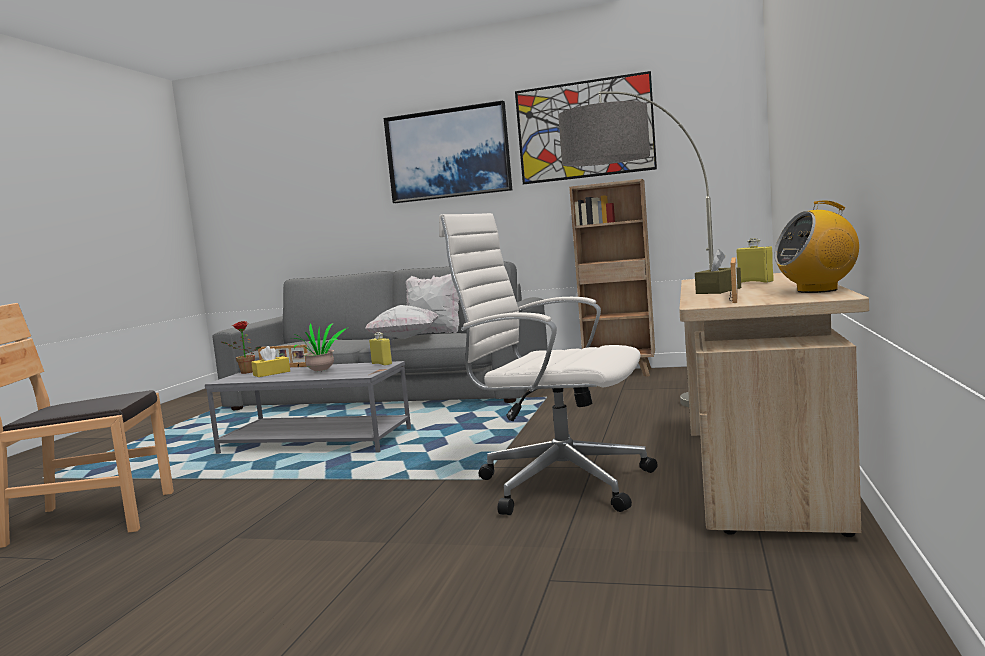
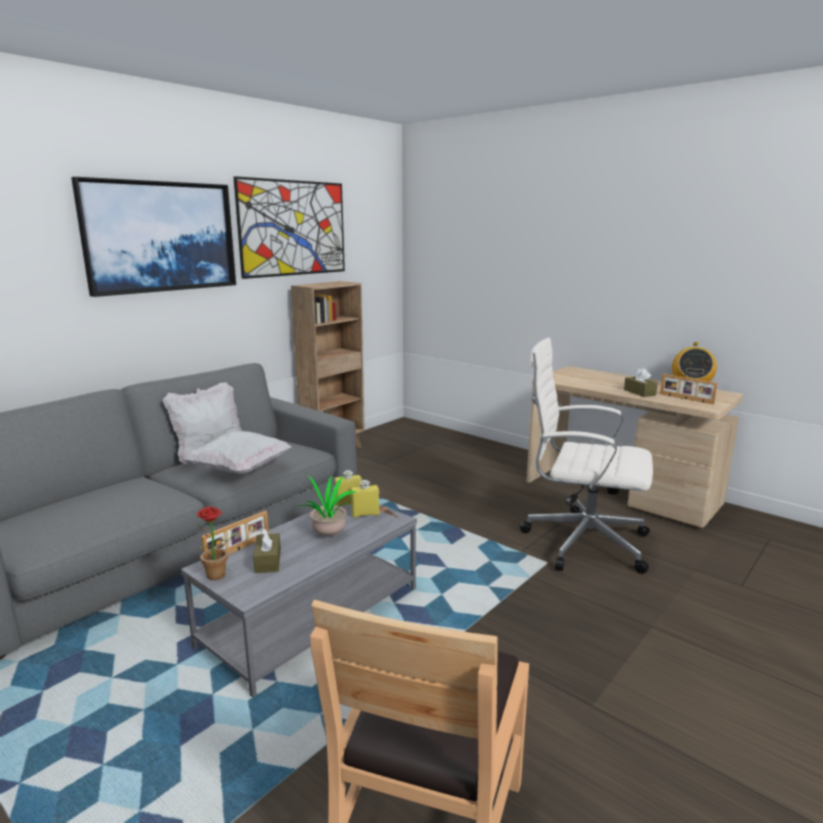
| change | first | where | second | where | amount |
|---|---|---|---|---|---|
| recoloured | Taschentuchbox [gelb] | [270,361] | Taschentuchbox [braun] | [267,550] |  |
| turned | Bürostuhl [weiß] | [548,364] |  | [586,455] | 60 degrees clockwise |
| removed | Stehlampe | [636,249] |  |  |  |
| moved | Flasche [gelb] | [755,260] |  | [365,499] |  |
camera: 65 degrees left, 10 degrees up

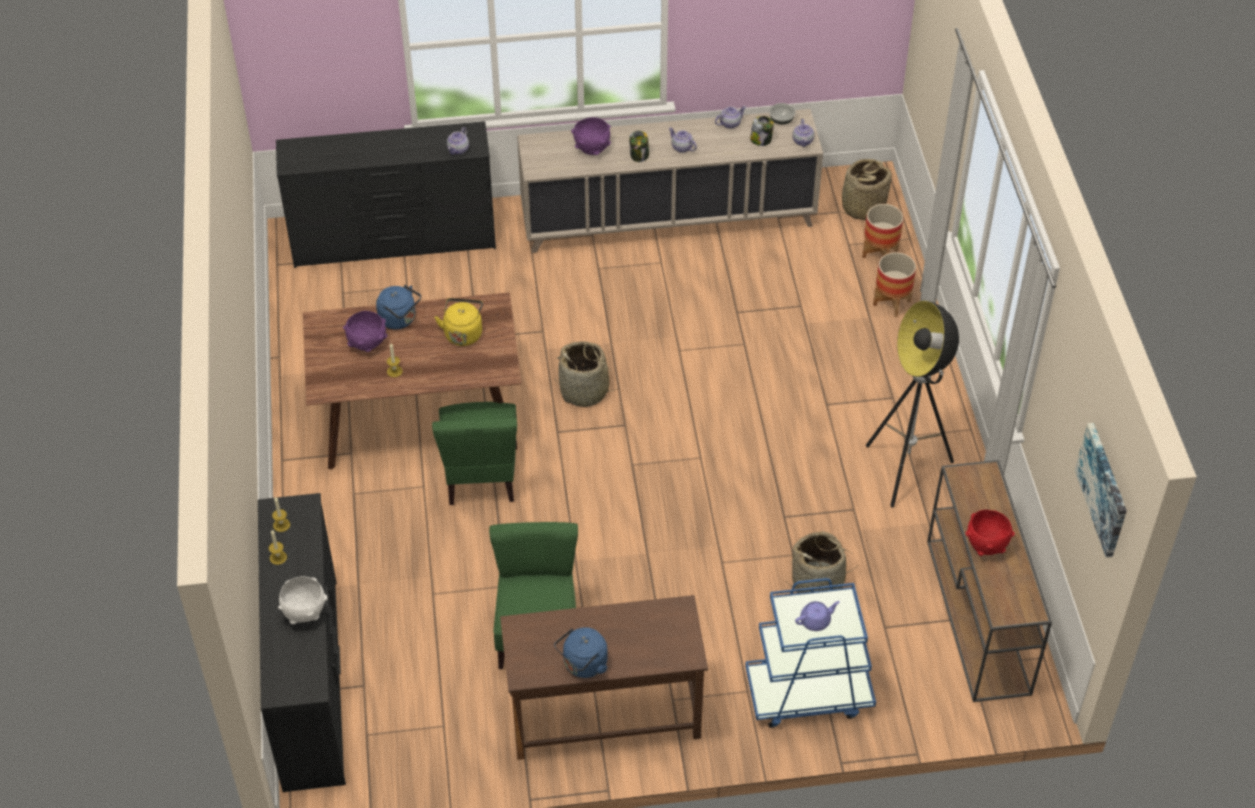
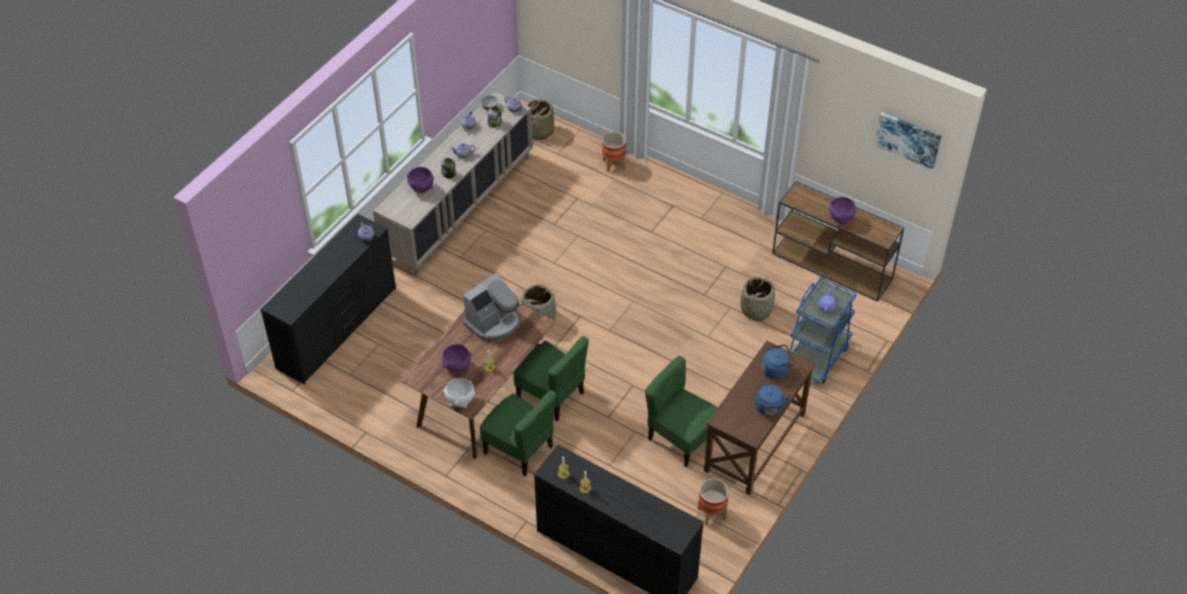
| change | first | where | second | where | amount |
|---|---|---|---|---|---|
| moved | Schüssel [weiß] | [303,600] |  | [459,393] |  |
| moved | Wasserkessel [blau] | [398,307] |  | [778,362] |  |
| replaced | Wasserkessel [gelb] | [458,322] | Kaffeemaschine | [492,307] |  |
| moved | Pflanzkübel | [883,231] |  | [713,502] |  |
| removed | Stehlampe | [912,404] |  |  |  |
| recoloured | Schüssel [rot] | [990,533] | Schüssel [lila] | [842,210] |  |
| added |  |  | Stuhl [grün] | [518,433] |  |
camera: 50 degrees left, 0 degrees up

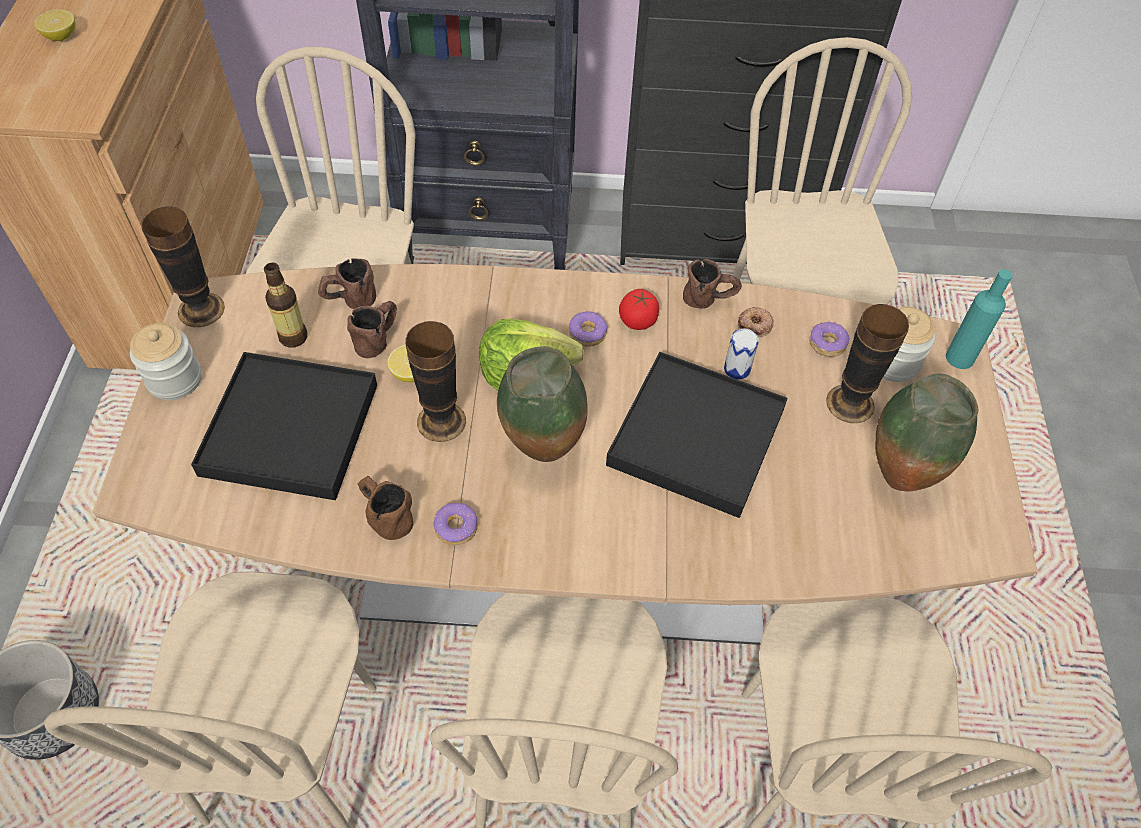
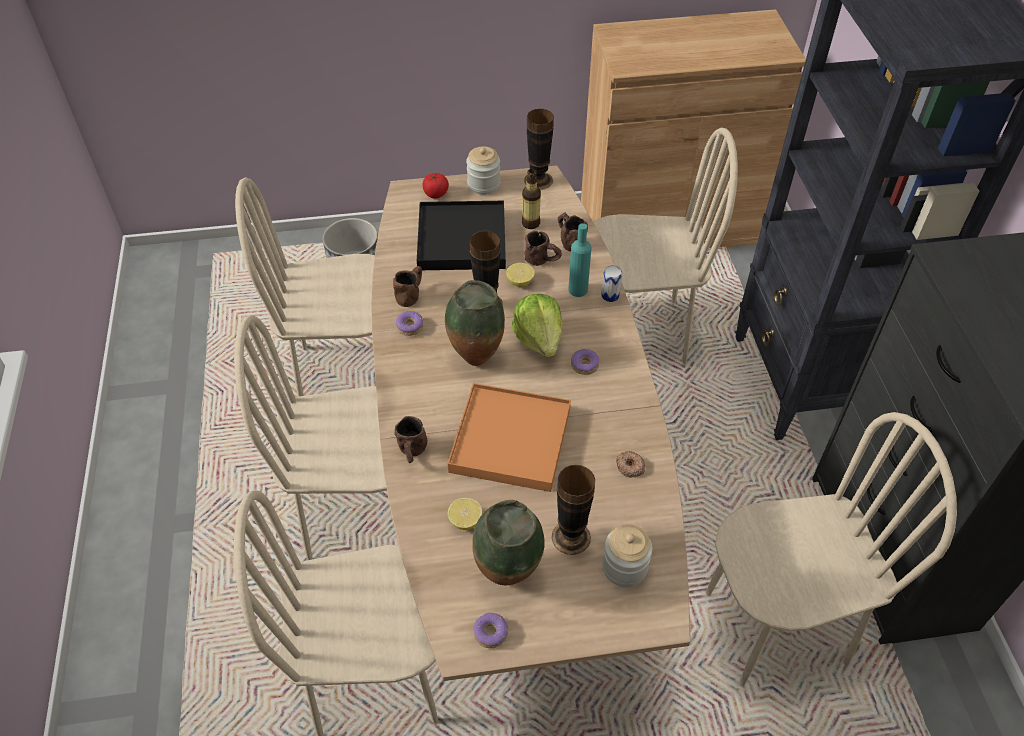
| change | first | where | second | where | amount |
|---|---|---|---|---|---|
| moved | Zitrone | [55,25] |  | [465,514] |  |
| recoloured | Tablett [schwarz] | [697,435] | Tablett [orange] | [509,437] |  |
| moved | Tomate | [639,309] |  | [435,185] |  |
| moved | Henkelbecher [braun] | [712,284] |  | [410,439] |  |
| moved | Dose | [741,354] |  | [611,284] |  |
| moved | Donut | [829,339] |  | [491,630] |  |
| moved | Flasche [türkis] | [979,319] |  | [580,260] |  |
camera: 80 degrees right, 5 degrees down

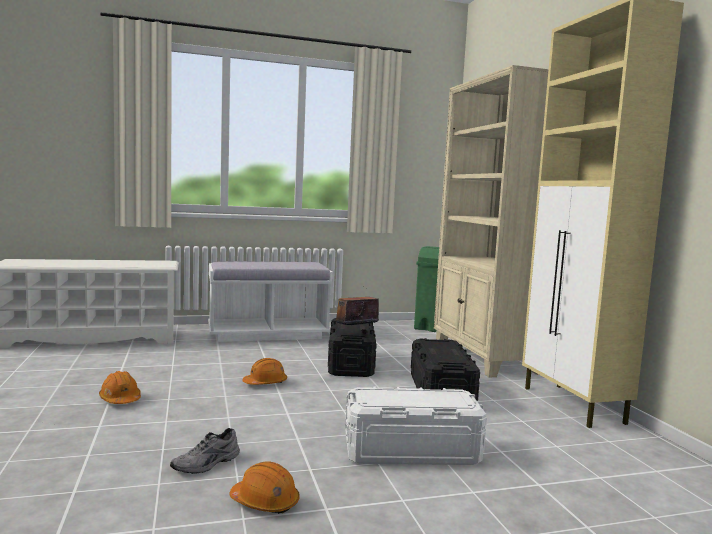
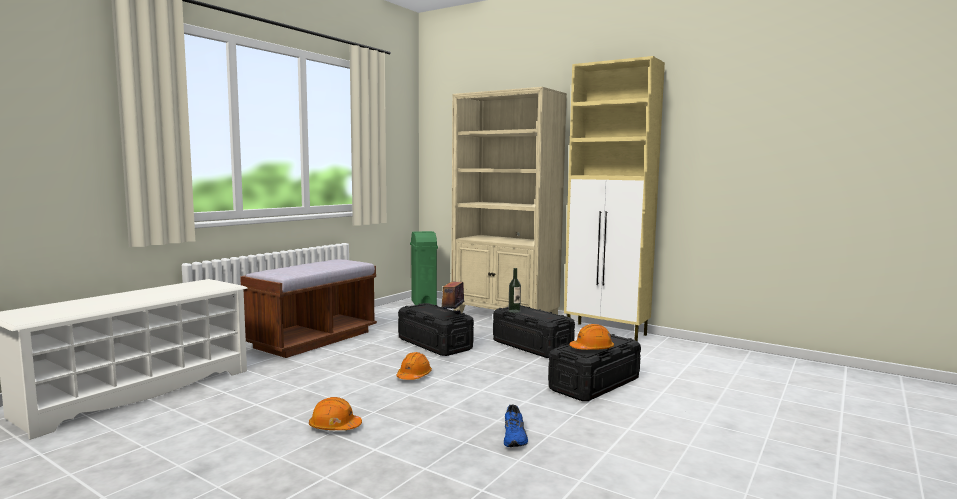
| change | first | where | second | where | amount |
|---|---|---|---|---|---|
| recoloured | Schuh [grau] | [205,451] | Schuh [blau] | [516,426] |  |
| recoloured | Bank [weiß] | [270,301] | Bank [braun] | [308,308] |  |
| moved | Schutzhelm [orange] | [265,487] |  | [592,337] |  |
| recoloured | Aufbewahrungsbox [weiß] | [416,426] | Aufbewahrungsbox [schwarz] | [594,367] |  |
| added |  |  | Flasche | [515,290] |  |
camera: 40 degrees left, 0 degrees up

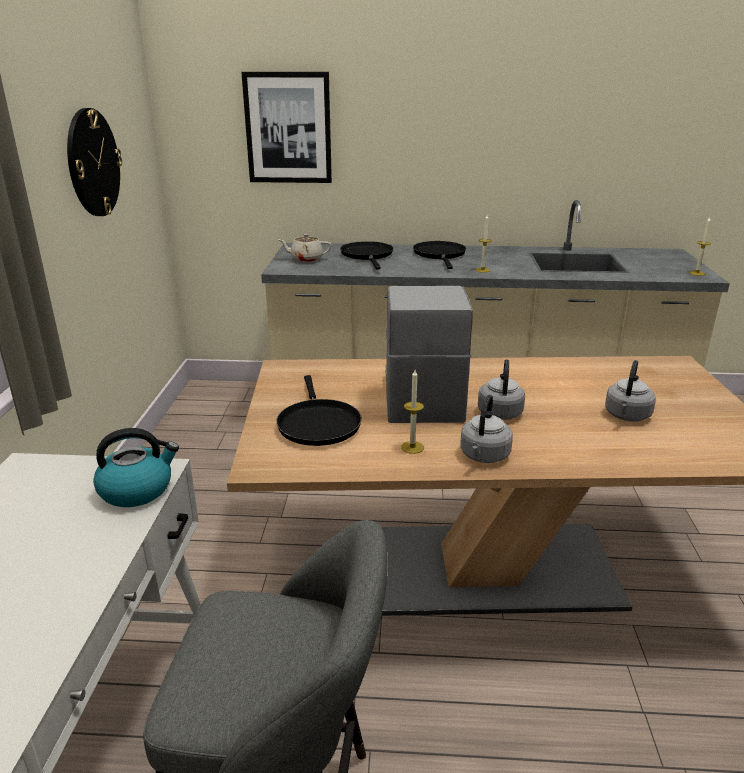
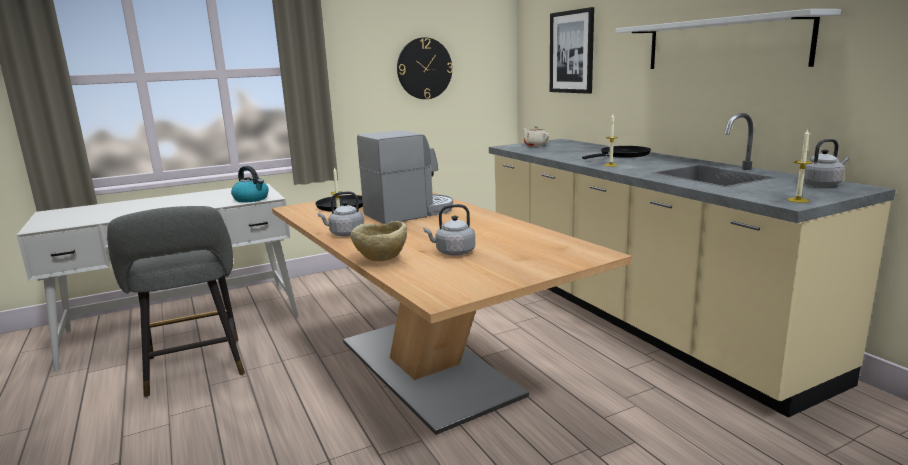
| change | first | where | second | where | amount |
|---|---|---|---|---|---|
| removed | Pfanne [schwarz] | [366,255] |  |  |  |
| moved | Wasserkessel [grau] | [501,389] |  | [826,163] |  |
| added |  |  | Schüssel [beige] | [378,241] |  |
| added |  |  | Wandregal [weiß] | [728,39] |  |
camera: 60 degrees right, 10 degrees down

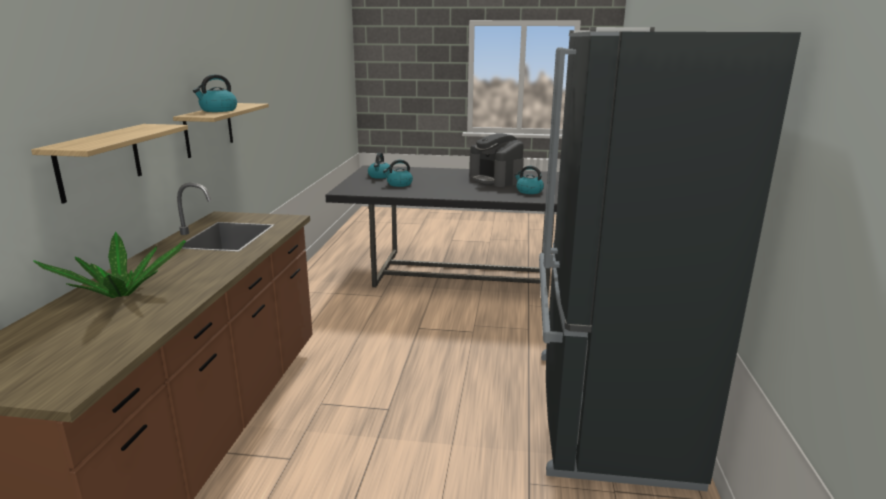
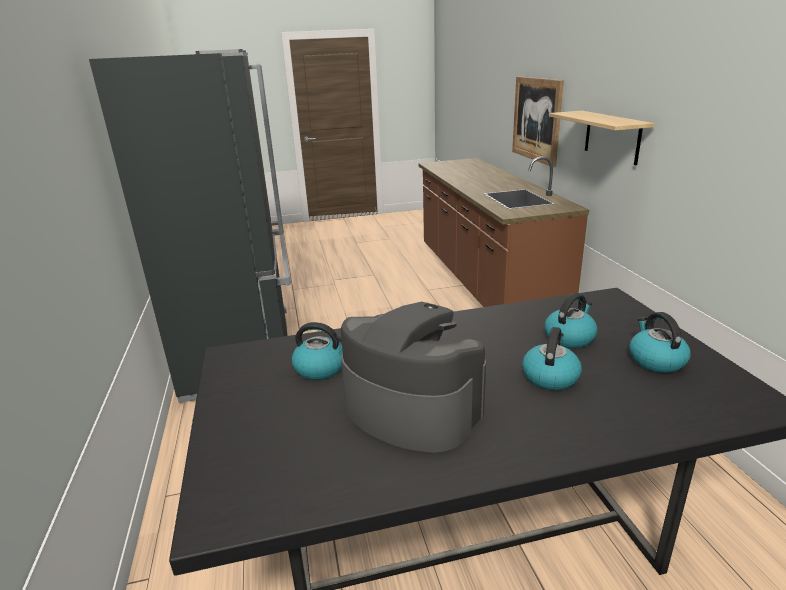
| change | first | where | second | where | amount |
|---|---|---|---|---|---|
| replaced | Wandregal | [109,164] | Bild | [538,121] |  |
| removed | Topfpflanze | [109,264] |  |  |  |
| moved | Wasserkessel | [215,93] |  | [552,358] |  |
camera: 160 degrees right, 5 degrees up

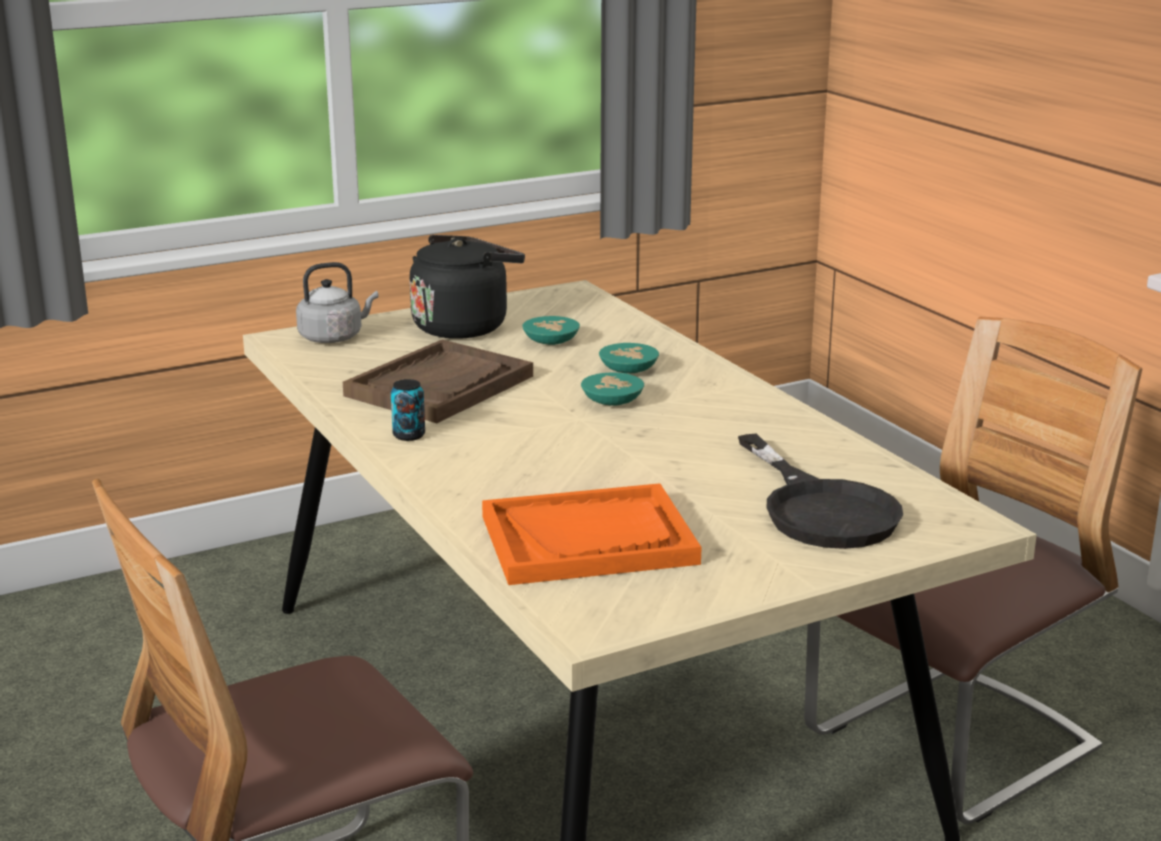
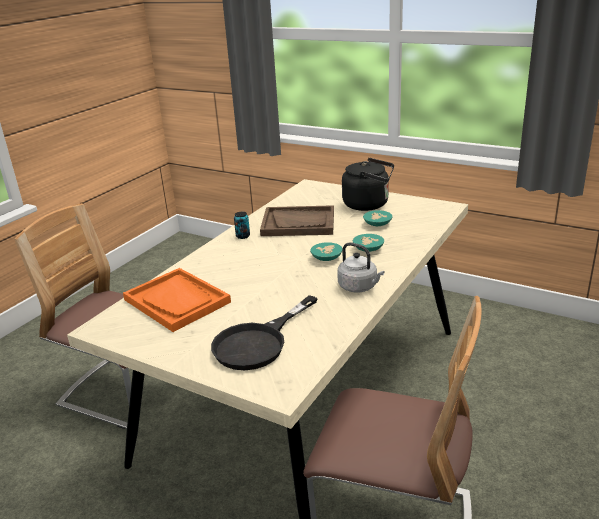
| change | first | where | second | where | amount |
|---|---|---|---|---|---|
| moved | Wasserkessel [grau] | [337,302] |  | [360,267] |  |
camera: 60 degrees right, 5 degrees up

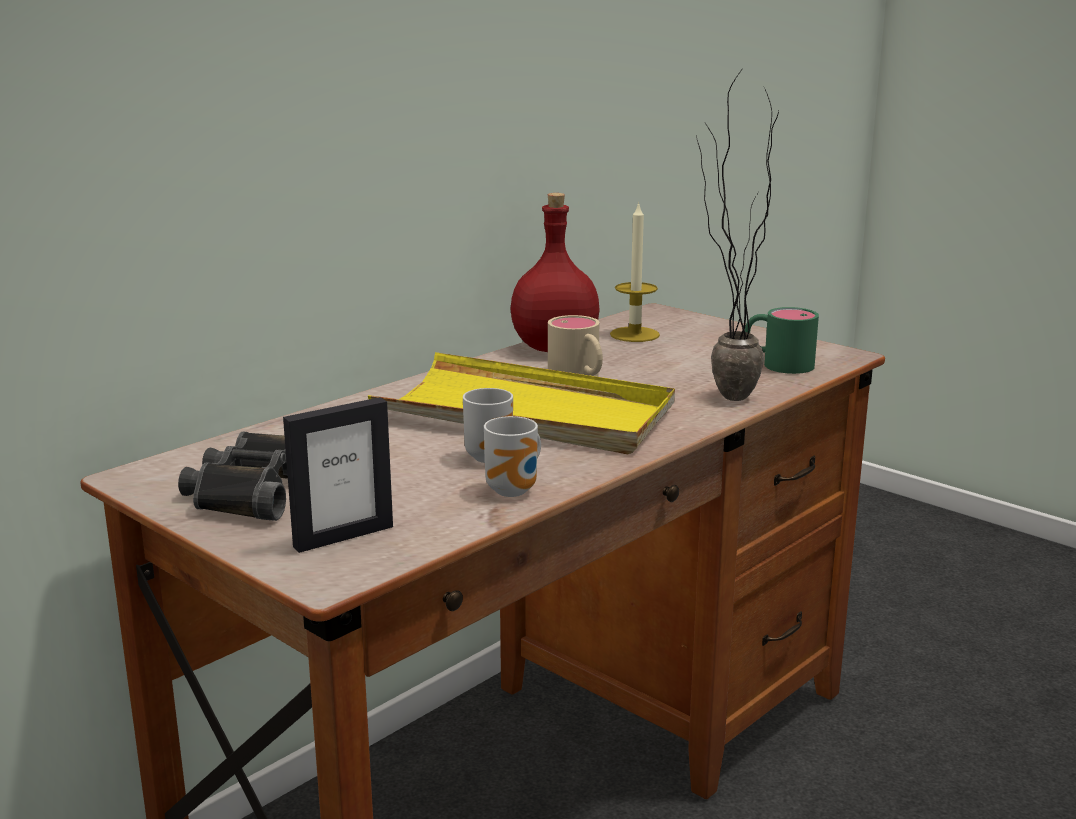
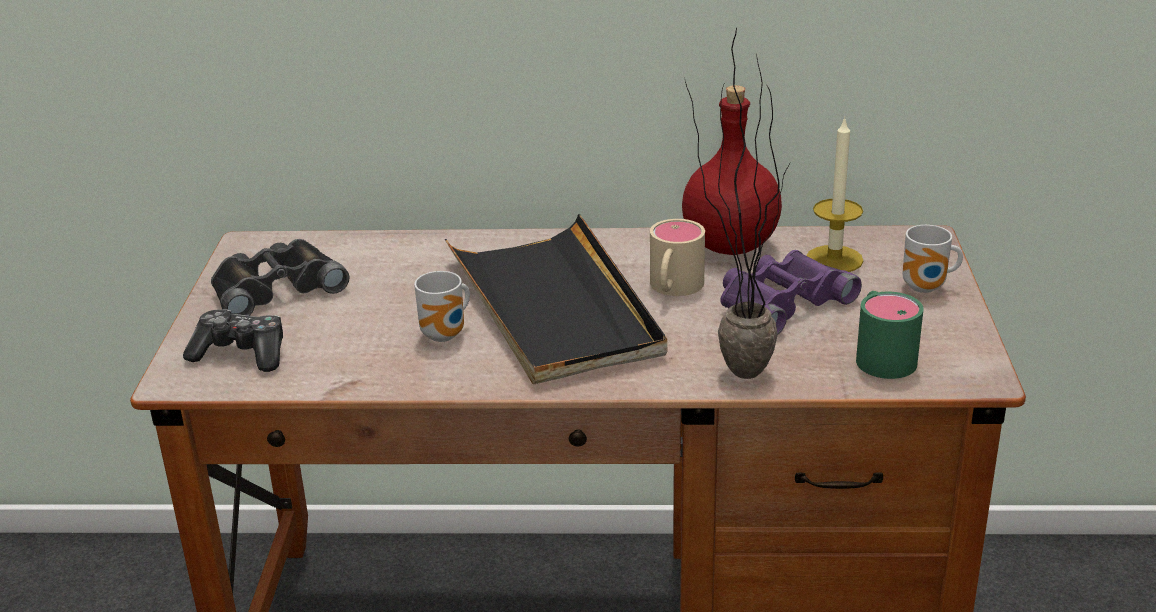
| change | first | where | second | where | amount |
|---|---|---|---|---|---|
| replaced | Bilderrahmen | [338,475] | Gamepad | [233,341] |  |
| recoloured | Tablett [gelb] | [521,403] | Tablett [schwarz] | [556,299] |  |
| moved | Henkelbecher | [512,456] |  | [933,259] |  |
| added |  |  | Fernglas [lila] | [791,292] |  |
camera: 50 degrees right, 10 degrees up

